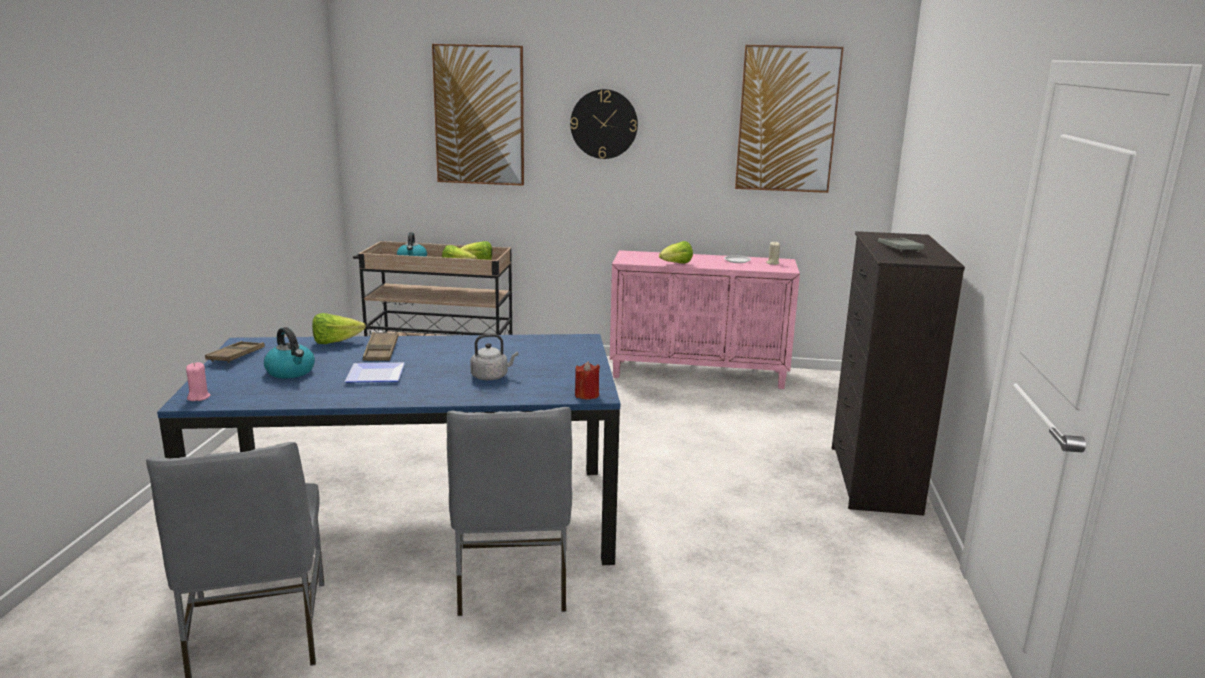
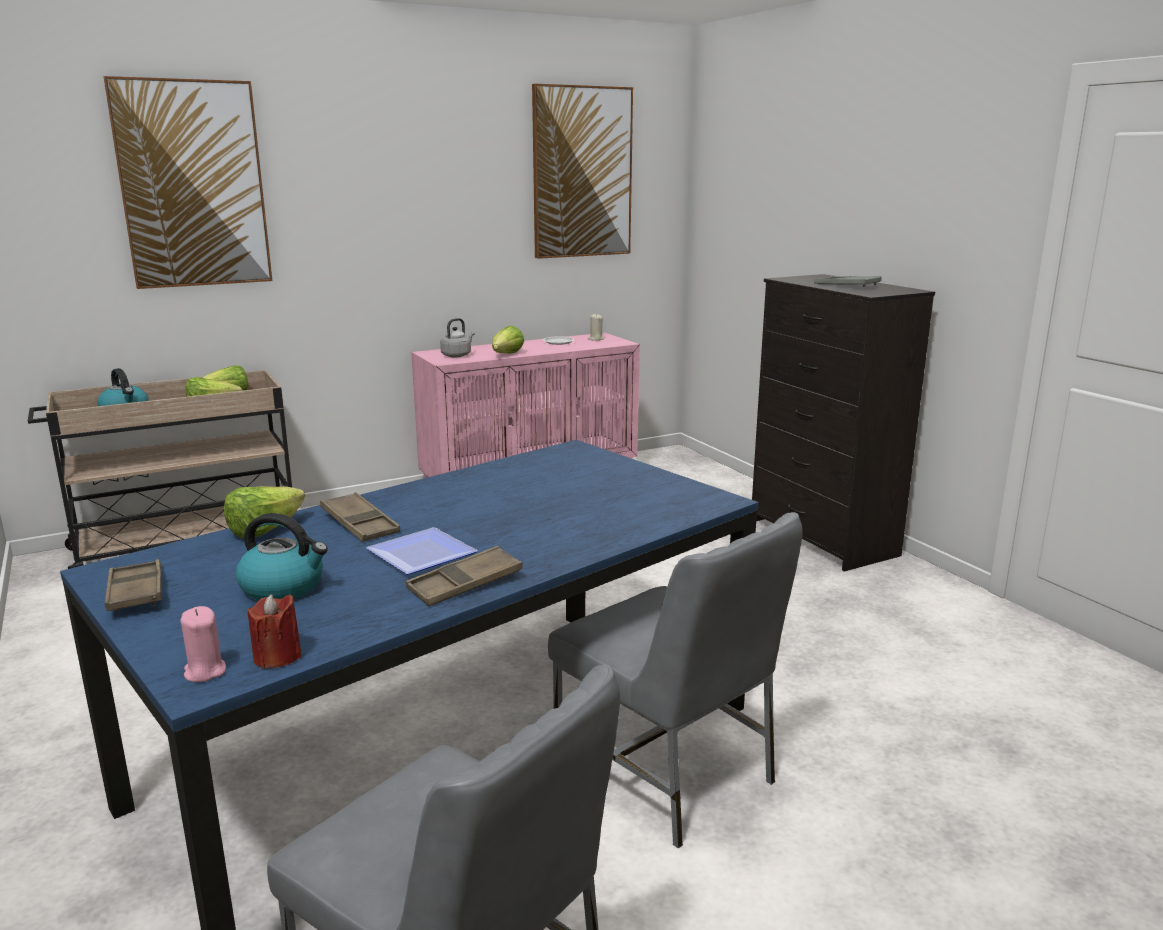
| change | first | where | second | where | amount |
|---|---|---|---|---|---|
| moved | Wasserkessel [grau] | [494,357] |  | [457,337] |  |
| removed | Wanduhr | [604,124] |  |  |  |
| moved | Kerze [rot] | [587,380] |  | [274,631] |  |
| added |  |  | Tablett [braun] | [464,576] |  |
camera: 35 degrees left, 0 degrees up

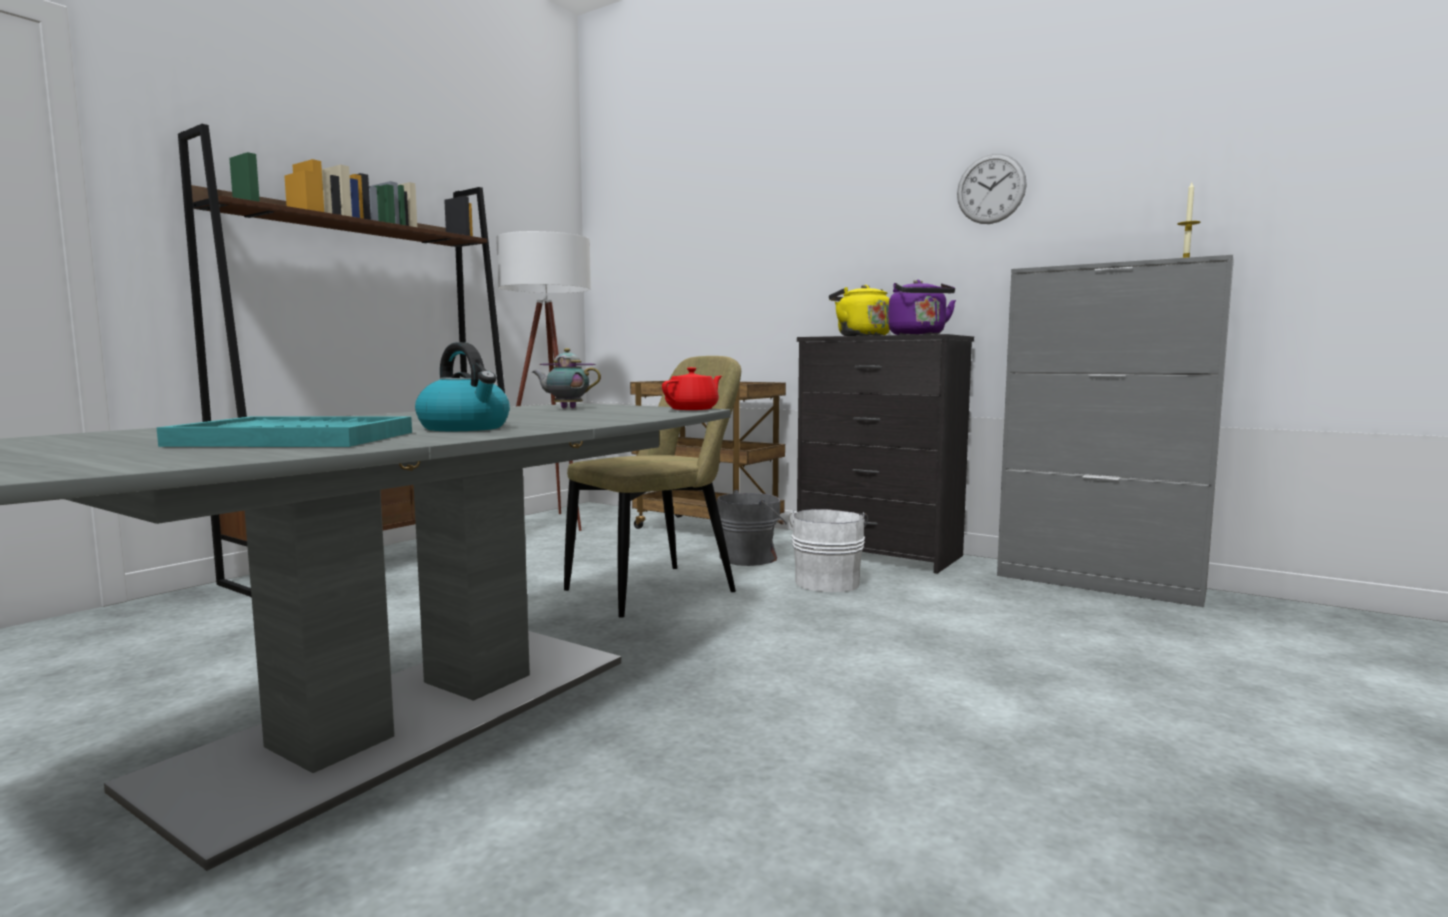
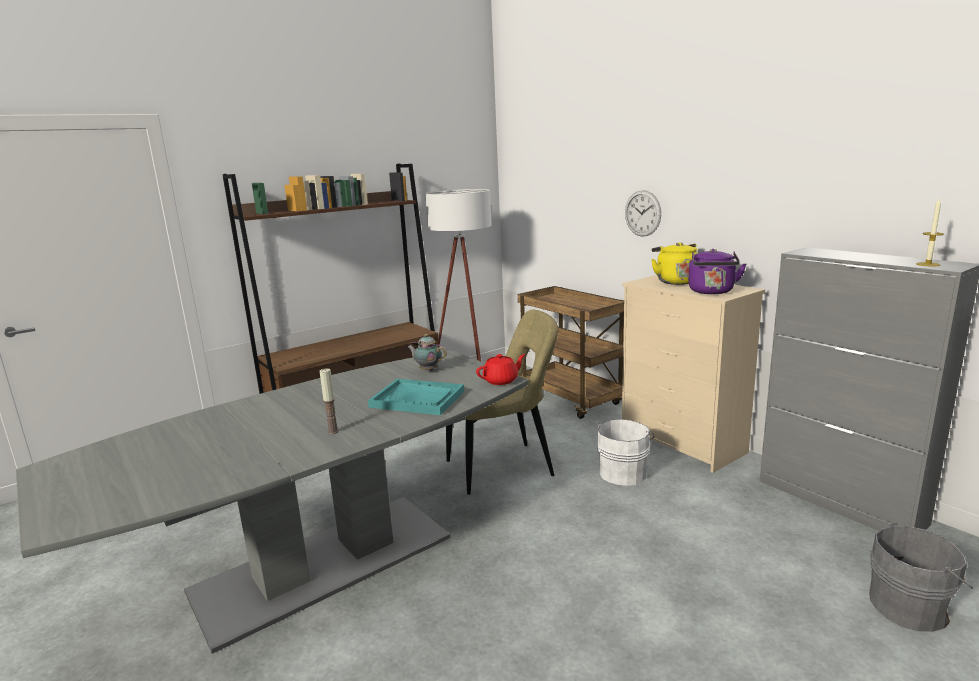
| change | first | where | second | where | amount |
|---|---|---|---|---|---|
| moved | Tablett [türkis] | [284,431] |  | [416,397] |  |
| replaced | Wasserkessel | [462,386] | Kerze | [329,401] |  |
| moved | Eimer [grau] | [752,528] |  | [921,577] |  |
| recoloured | Kommode [schwarz] | [885,454] | Kommode [beige] | [693,374] |  |
| moved | Wanduhr | [992,189] |  | [643,213] |  |
camera: 20 degrees right, 10 degrees up

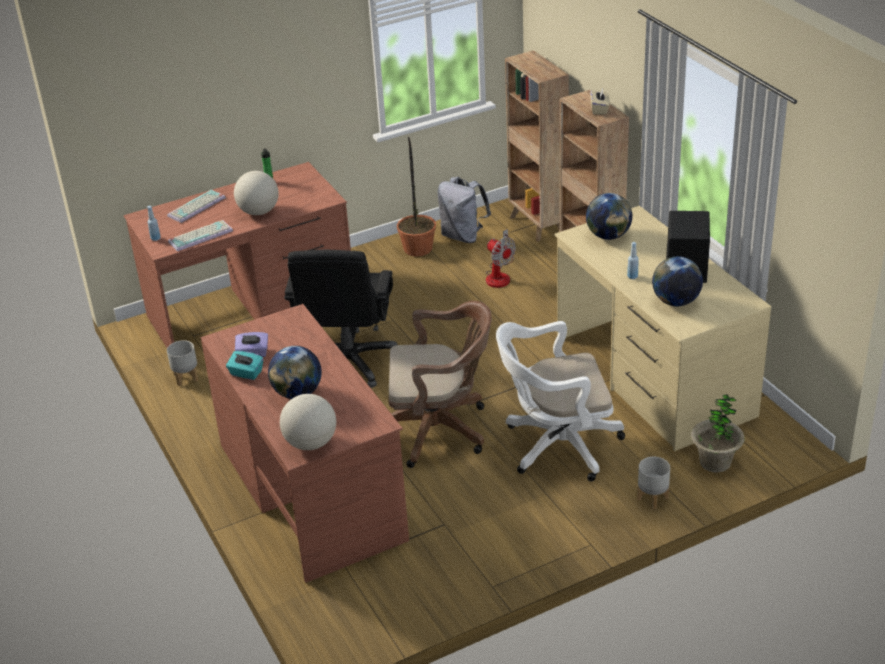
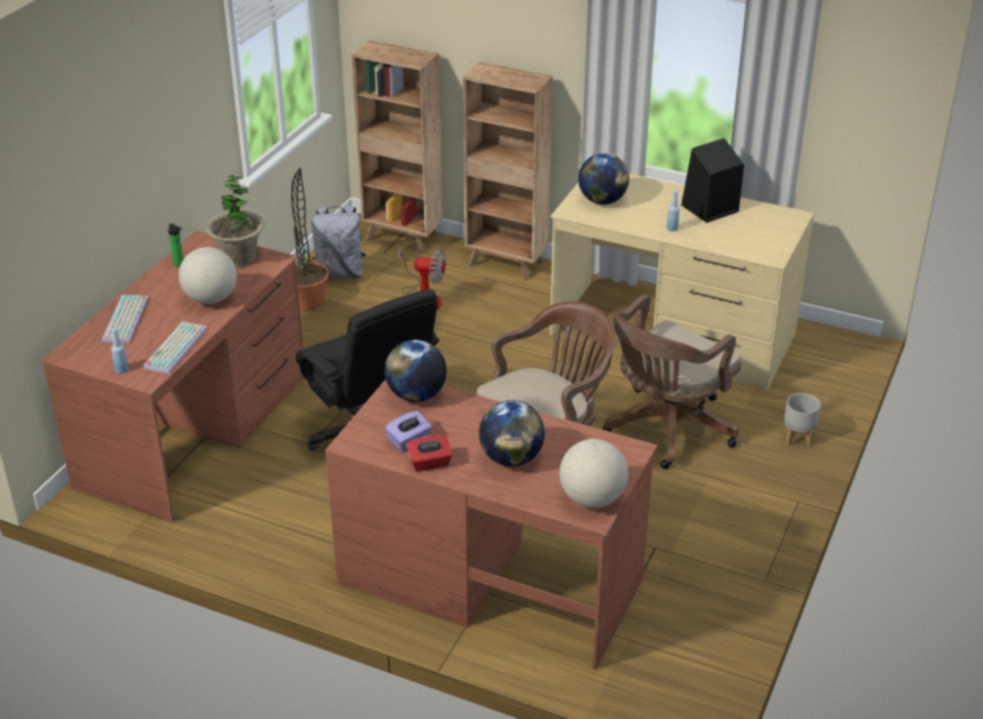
| change | first | where | second | where | amount |
|---|---|---|---|---|---|
| removed | Pflanzkübel [grau] | [182,363] |  |  |  |
| recoloured | Taschentuchbox [türkis] | [244,365] | Taschentuchbox [rot] | [429,453] |  |
| recoloured | Bürostuhl [weiß] | [560,401] | Bürostuhl [braun] | [672,381] |  |
| removed | Taschentuchbox [beige] | [600,101] |  |  |  |
| moved | Globus | [677,281] |  | [416,371] |  |
| moved | Topfpflanze | [718,434] |  | [234,221] |  |
camera: 40 degrees left, 0 degrees up

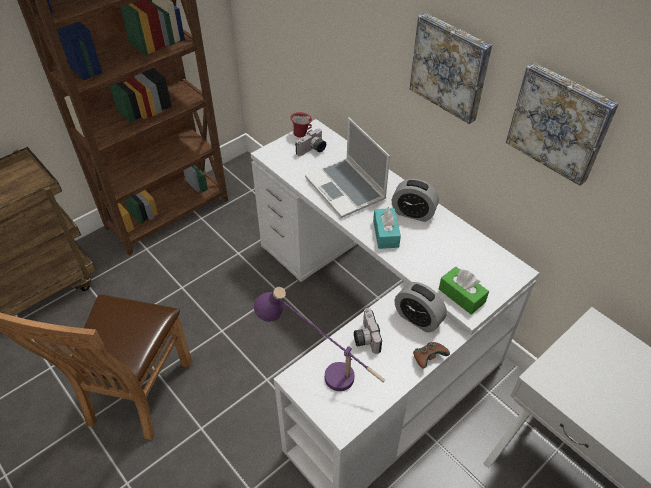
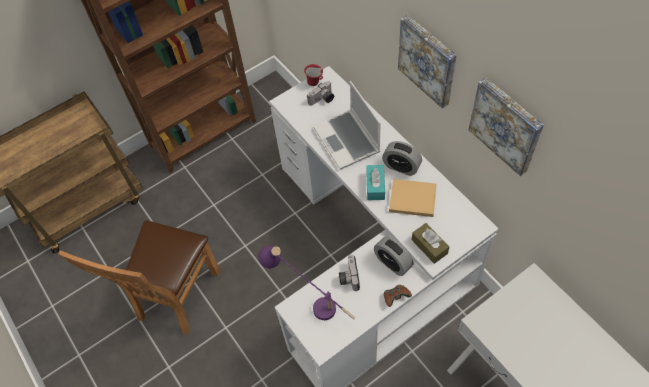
| change | first | where | second | where | amount |
|---|---|---|---|---|---|
| recoloured | Taschentuchbox [grün] | [464,291] | Taschentuchbox [braun] | [430,243] |  |
| added |  |  | Buch [beige] | [413,198] |  |
camera: 10 degrees right, 10 degrees up

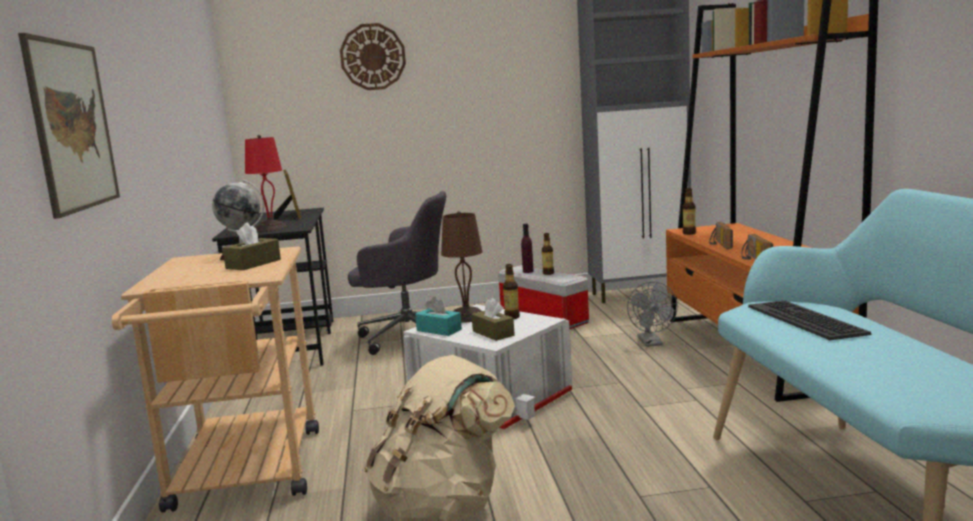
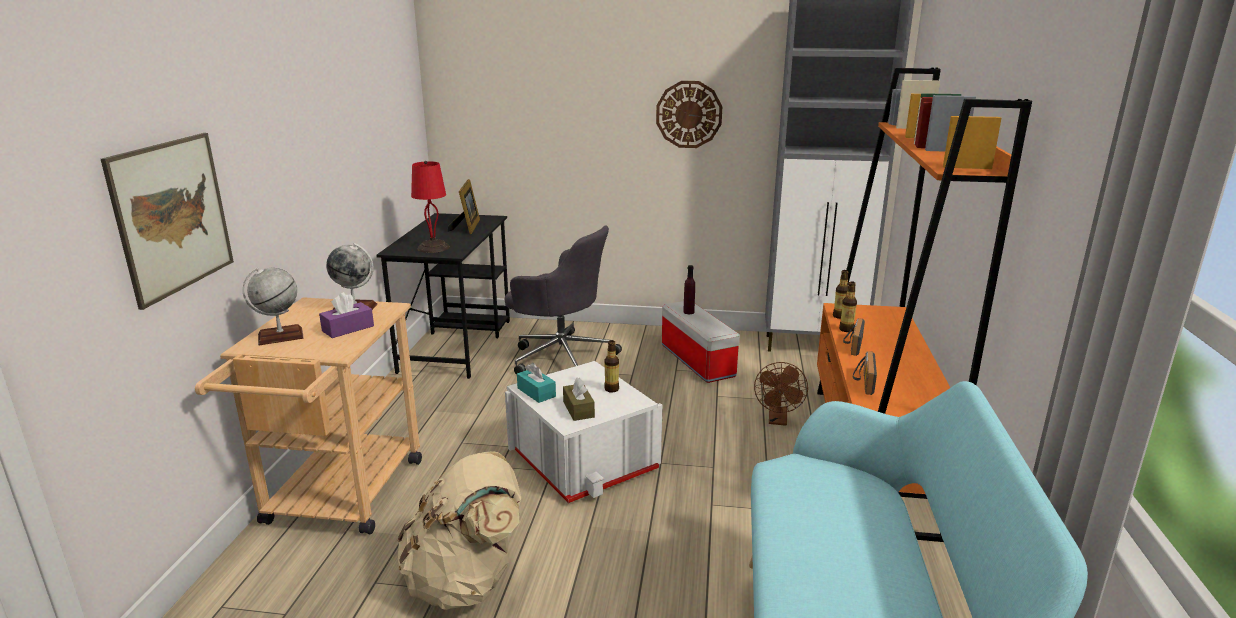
| change | first | where | second | where | amount |
|---|---|---|---|---|---|
| recoloured | Taschentuchbox [braun] | [252,246] | Taschentuchbox [lila] | [346,315] |  |
| moved | Wanduhr | [373,56] |  | [689,114] |  |
| removed | Tischlampe [braun] | [461,267] |  |  |  |
| moved | Flasche | [548,254] |  | [848,306] |  |
| recoloured | Ventilator [grau] | [652,314] | Ventilator [braun] | [781,394] |  |
| removed | Tastatur | [809,321] |  |  |  |
| added |  |  | Globus | [273,306] |  |
camera: 15 degrees right, 10 degrees up

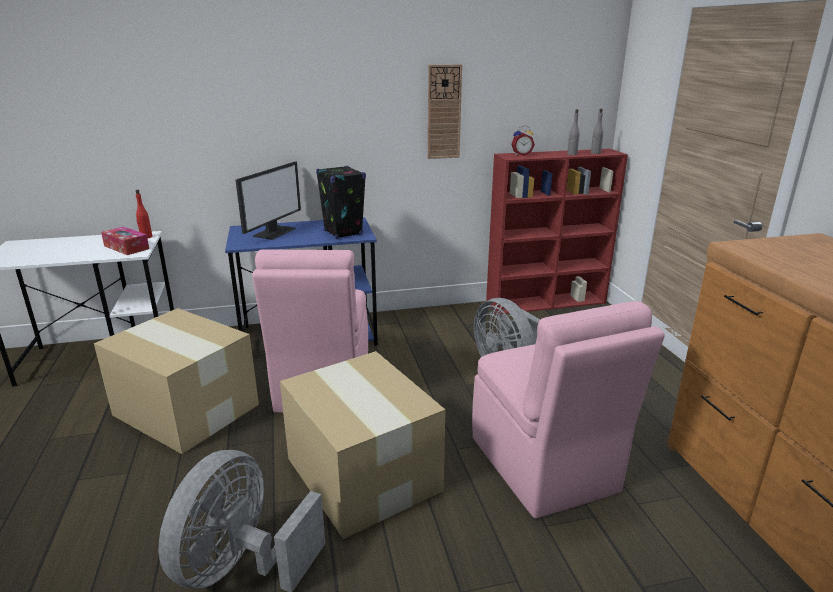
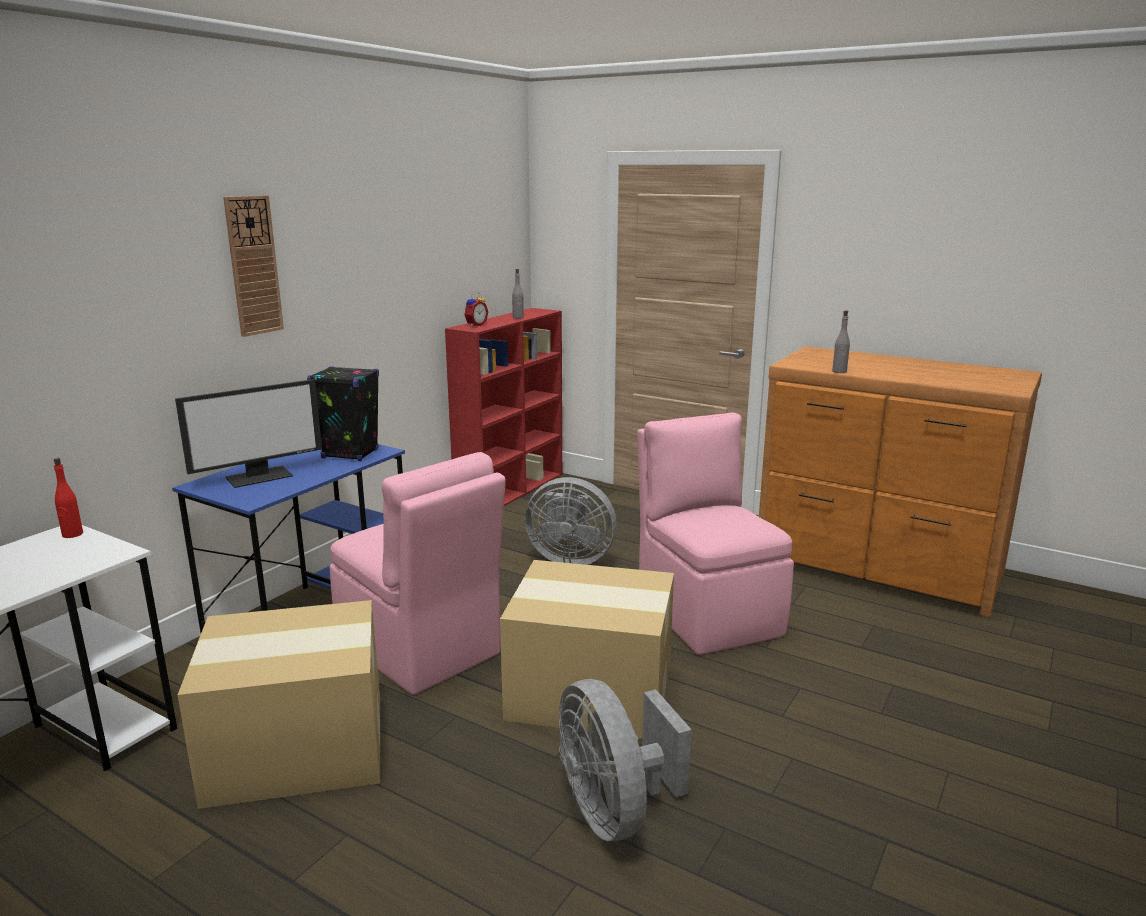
| change | first | where | second | where | amount |
|---|---|---|---|---|---|
| removed | Taschentuchbox | [125,241] |  |  |  |
| turned | Monitor | [268,201] |  | [248,433] | 75 degrees clockwise |
| moved | Wanduhr | [445,112] |  | [253,266] |  |
| turned | Stuhl [rosa] | [568,410] |  | [715,533] | 135 degrees counterclockwise |
| moved | Flasche [grau] | [597,131] |  | [841,341] |  |
camera: 45 degrees left, 5 degrees down

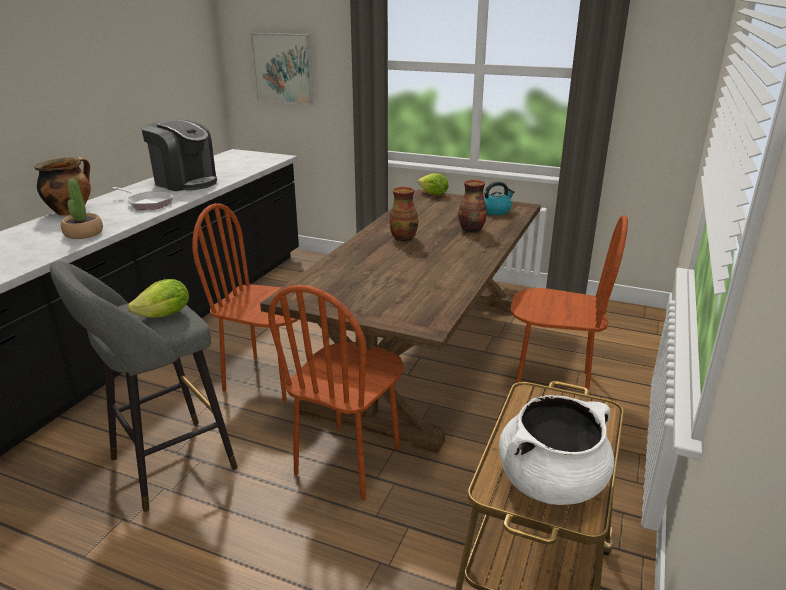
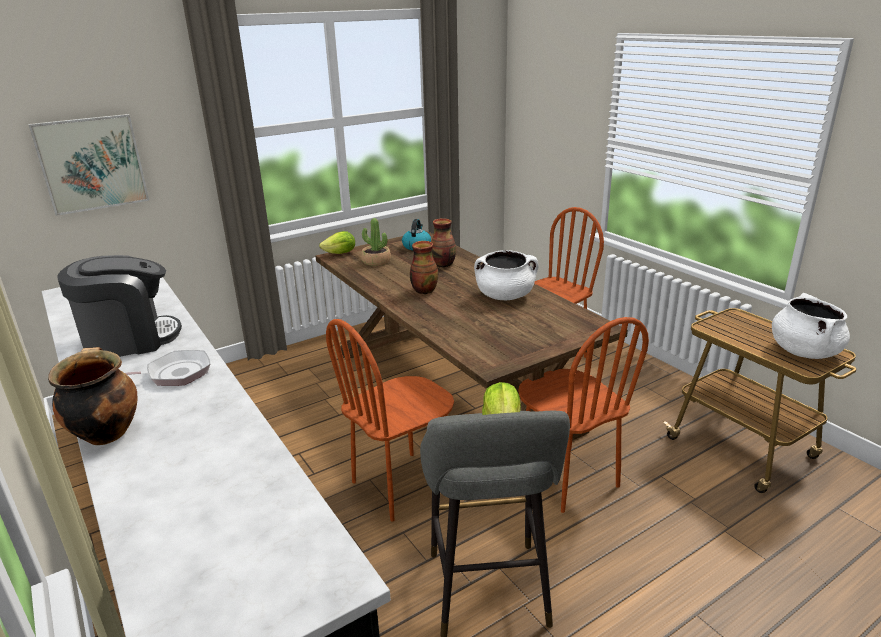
| change | first | where | second | where | amount |
|---|---|---|---|---|---|
| moved | Topfpflanze | [82,209] |  | [376,242] |  |
| added |  |  | Kochtopf [weiß] | [506,275] |  |
camera: 55 degrees left, 0 degrees up

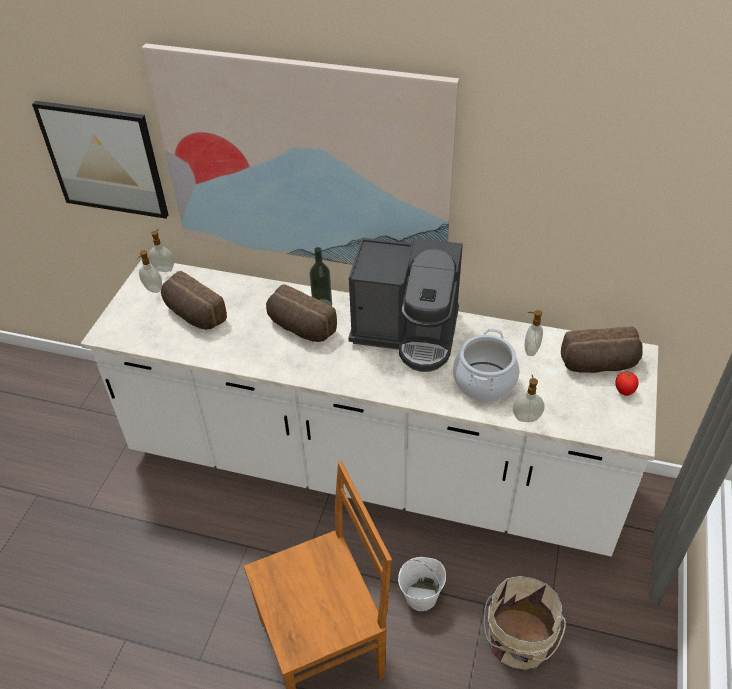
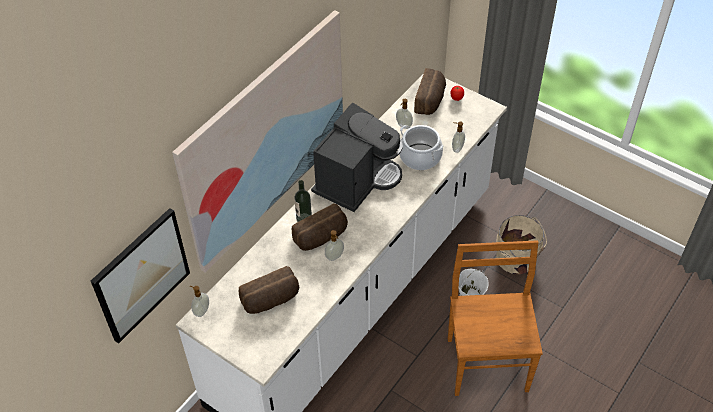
| change | first | where | second | where | amount |
|---|---|---|---|---|---|
| moved | Seifenspender | [149,271] |  | [334,245] |  |
camera: 70 degrees left, 5 degrees up

